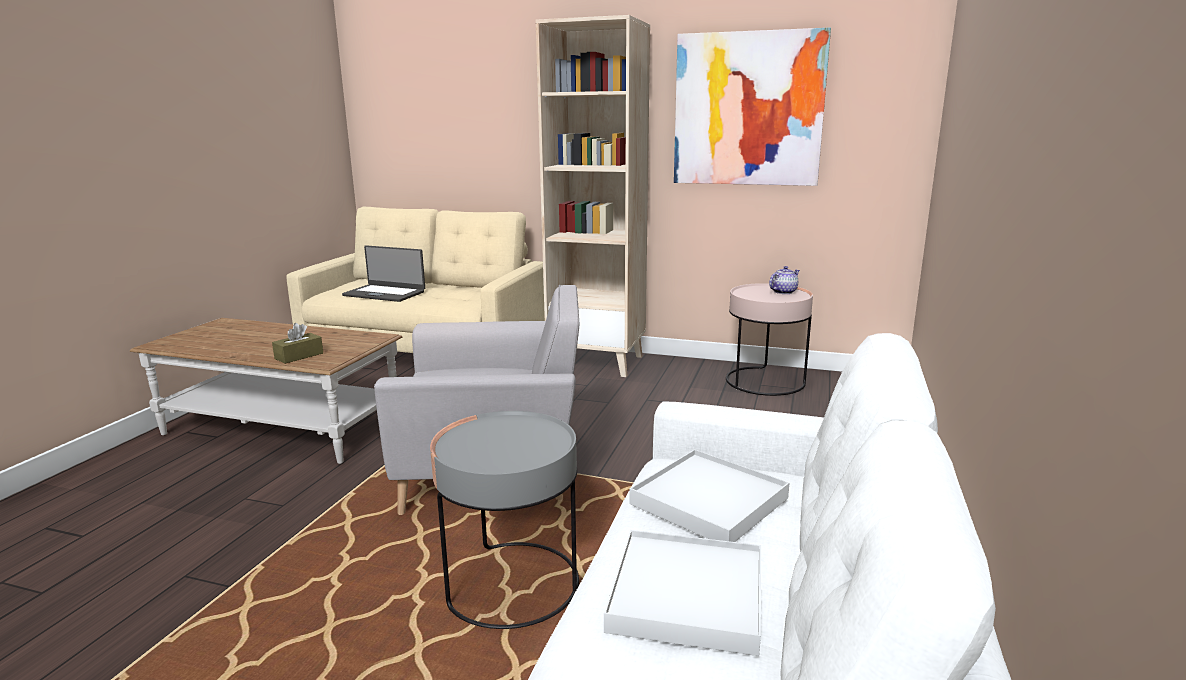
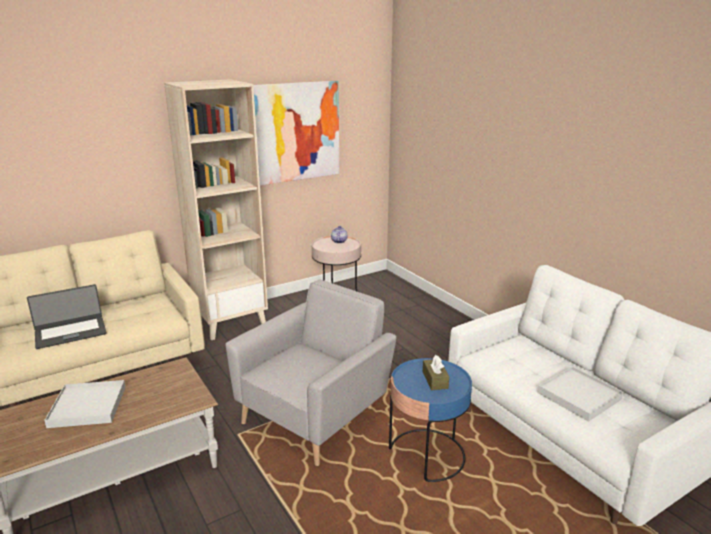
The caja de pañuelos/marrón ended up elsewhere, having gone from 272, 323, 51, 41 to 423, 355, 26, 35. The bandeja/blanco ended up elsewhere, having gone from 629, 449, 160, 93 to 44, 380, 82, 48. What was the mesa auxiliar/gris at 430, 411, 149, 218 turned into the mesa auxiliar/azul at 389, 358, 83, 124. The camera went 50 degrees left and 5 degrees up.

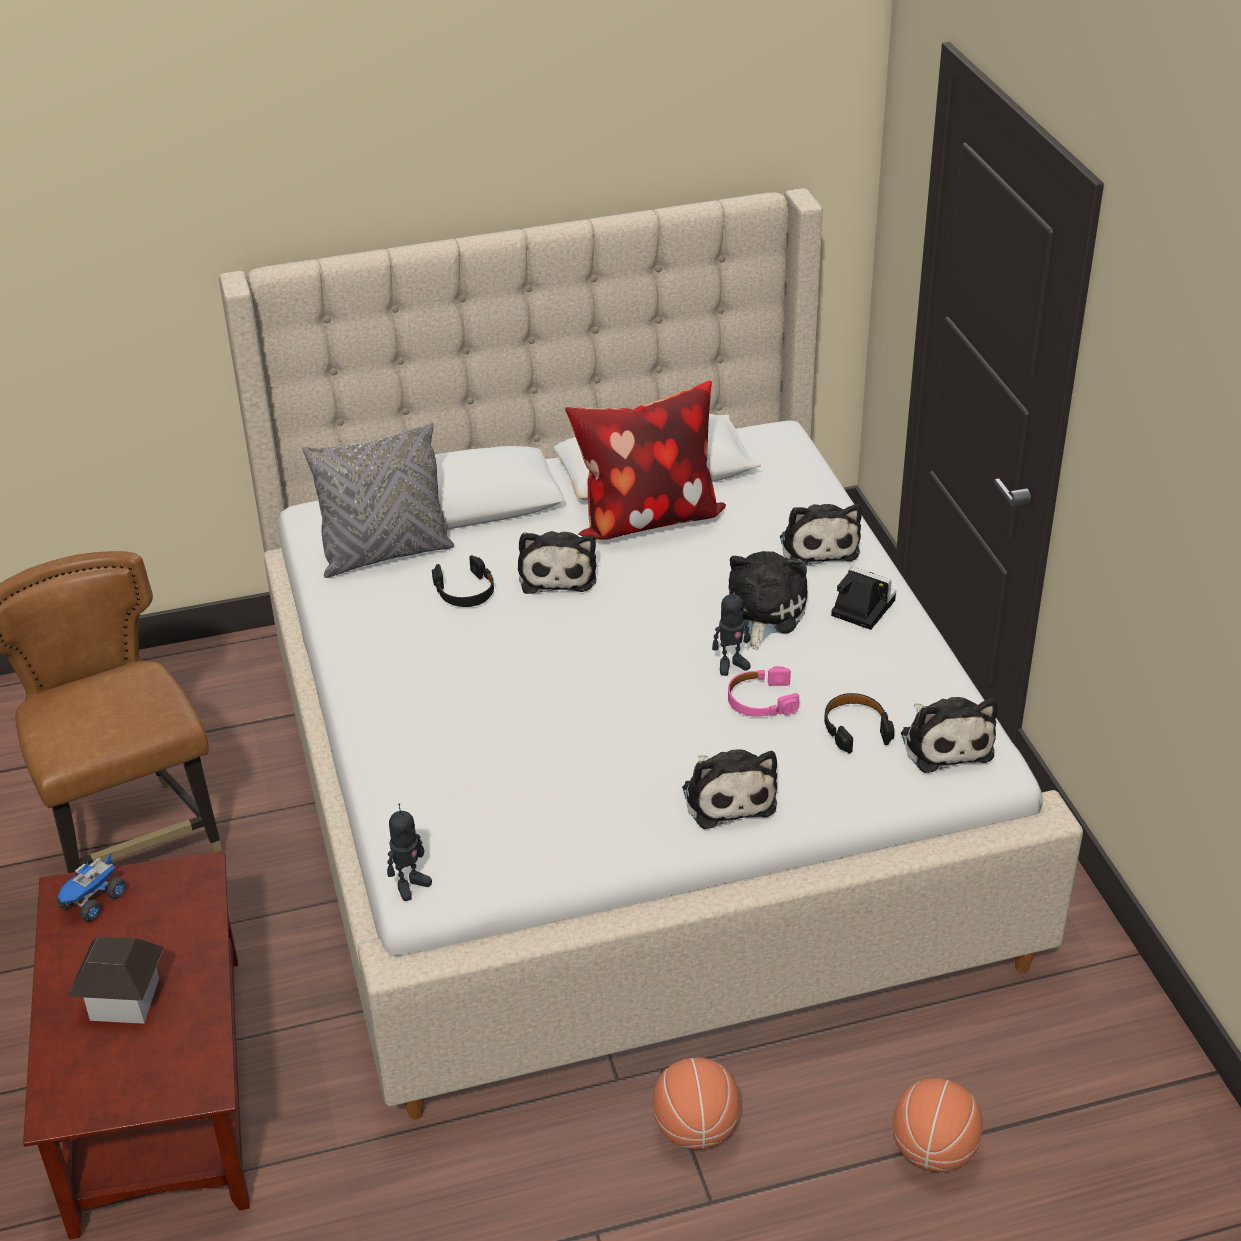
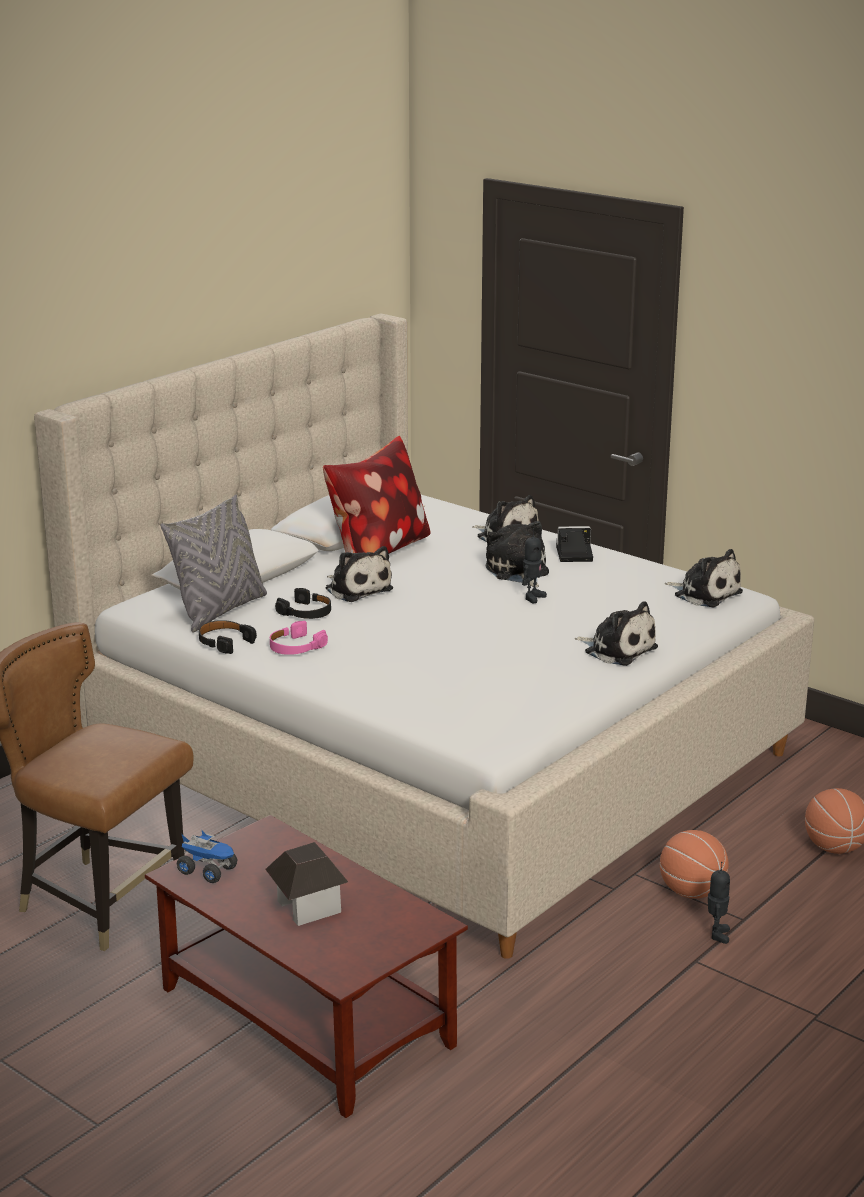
The robot de juguete ended up elsewhere, having gone from 387, 803, 45, 98 to 708, 862, 22, 82. The auriculares/rosa ended up elsewhere, having gone from 728, 666, 71, 51 to 270, 621, 58, 34. The auriculares/negro ended up elsewhere, having gone from 824, 693, 71, 60 to 199, 620, 58, 34. The camión de juguete at 57, 853, 69, 69 ended up facing another way, 60 degrees counterclockwise from before. The camera went 35 degrees left and 15 degrees down.

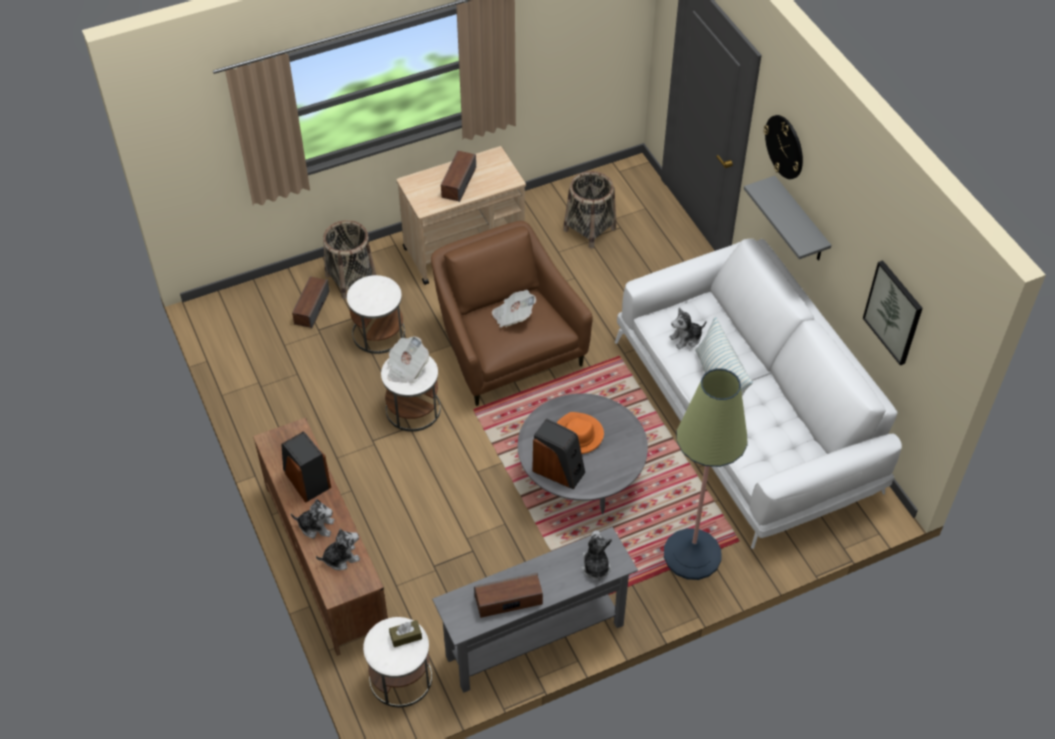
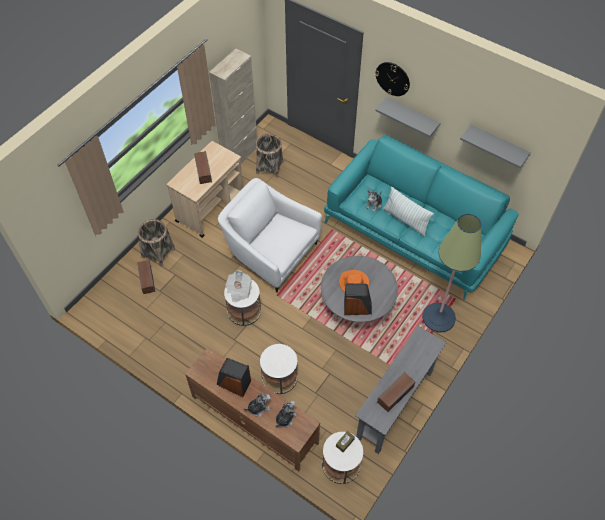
The second view lost the periódico at 492, 290, 44, 38. The second view lost the peluche at 581, 530, 31, 51. The second view gained the armario/beis at 209, 49, 48, 114. The mesa auxiliar/blanco ended up elsewhere, having gone from 347, 275, 58, 79 to 260, 344, 37, 50. Where the cuadro hung at 863, 260, 60, 105, the estante/gris came to hang at 460, 125, 71, 43. What was the sillón/marrón at 431, 221, 162, 185 turned into the sillón/blanco at 218, 178, 104, 114. What was the sofá/blanco at 615, 239, 287, 310 turned into the sofá/turquesa at 324, 135, 195, 165. The camera went 30 degrees left and 5 degrees up.

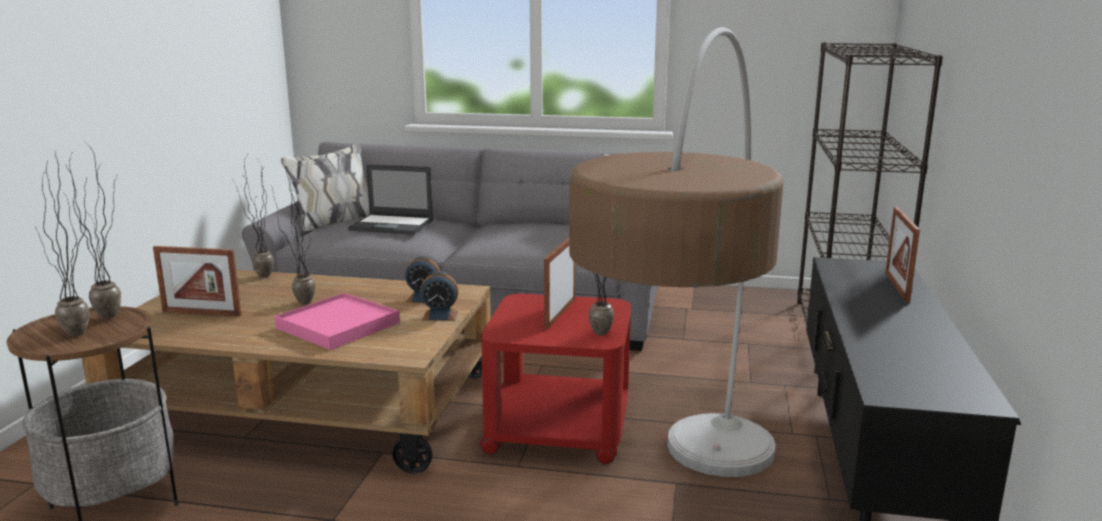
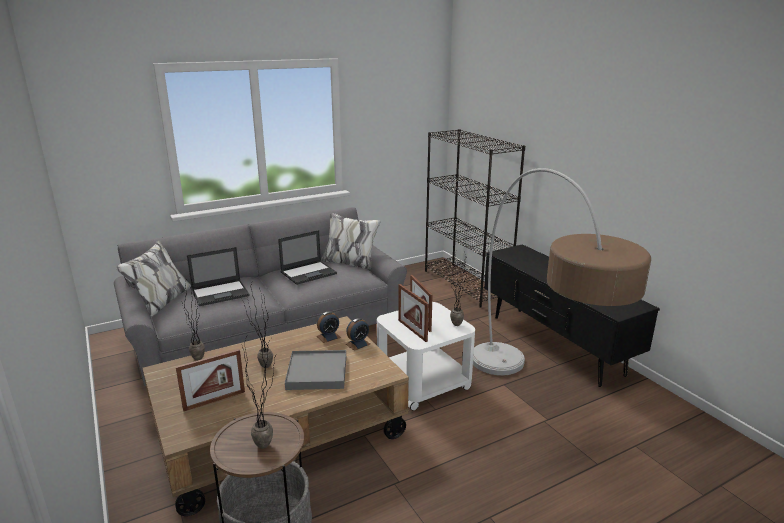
The second view lost the planta en maceta at 65, 140, 56, 179. The second view gained the portátil at 278, 230, 59, 55. The portarretratos ended up elsewhere, having gone from 885, 207, 35, 95 to 398, 284, 31, 58. What was the bandeja/rosa at 274, 293, 126, 57 turned into the bandeja/gris at 285, 350, 61, 40. What was the mesa auxiliar/rojo at 479, 294, 152, 170 turned into the mesa auxiliar/blanco at 377, 302, 98, 108. The camera went 40 degrees left and 5 degrees up.

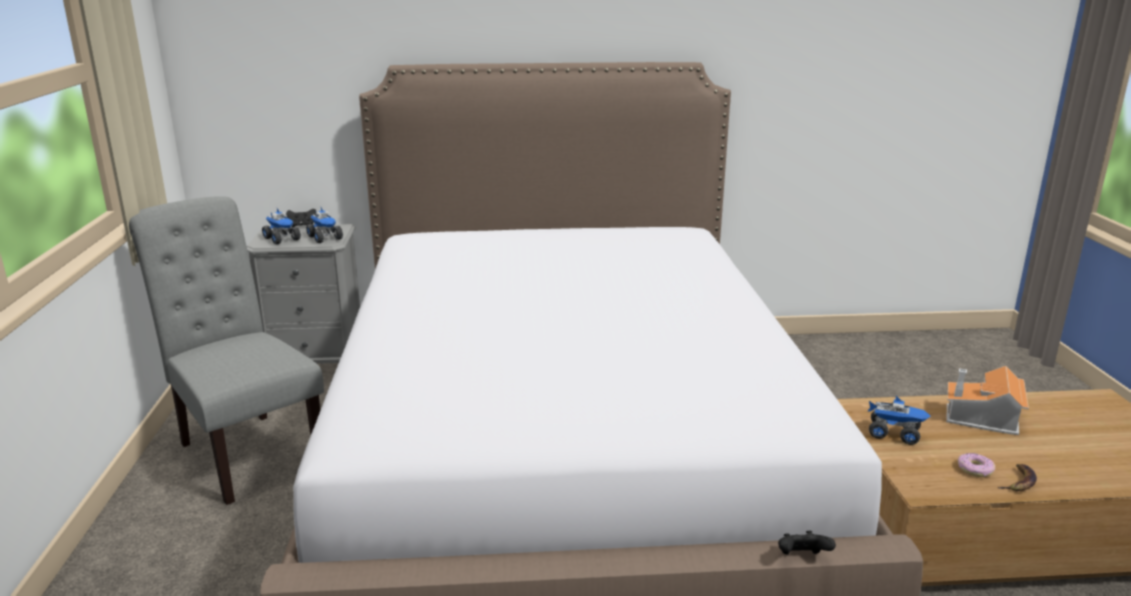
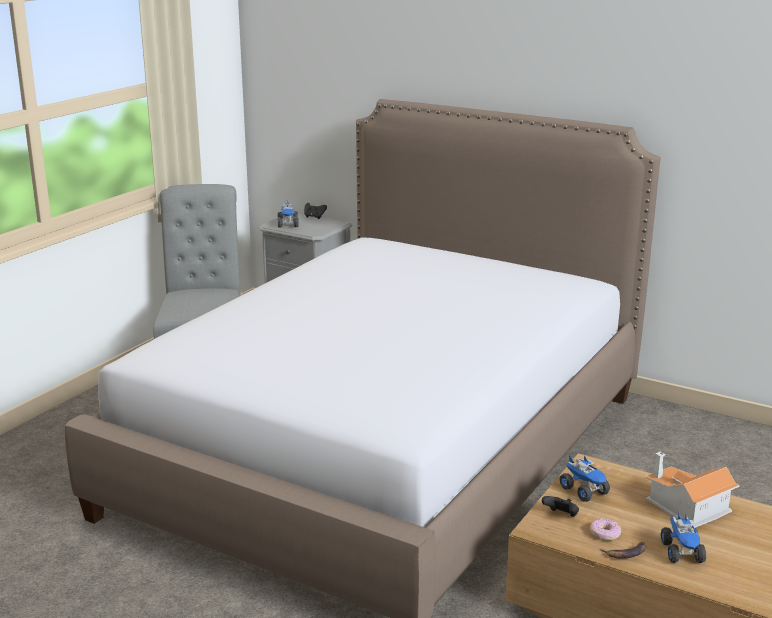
The camión de juguete ended up elsewhere, having gone from 306, 207, 37, 36 to 661, 512, 45, 51. The mando de consola/negro ended up elsewhere, having gone from 778, 531, 58, 24 to 542, 496, 37, 21. The camera went 35 degrees right and 0 degrees up.

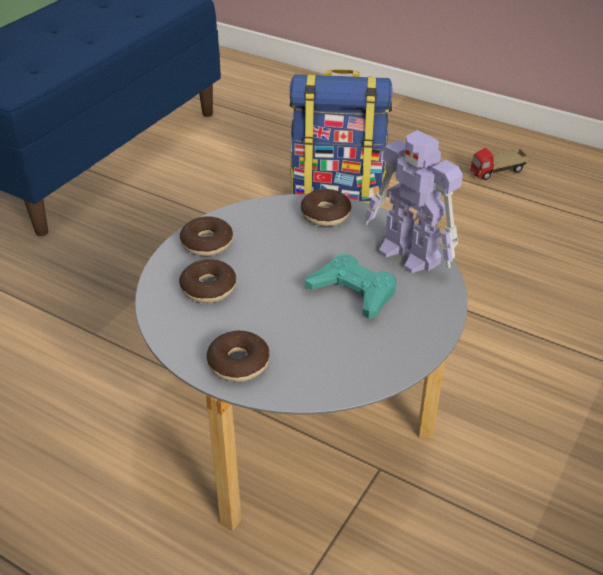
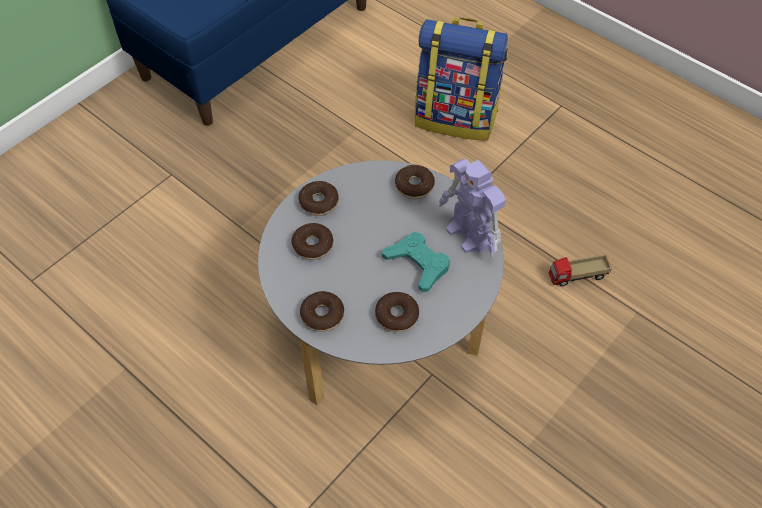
The second view gained the rosquilla at 375, 292, 44, 40. The camión de juguete ended up elsewhere, having gone from 470, 148, 59, 32 to 549, 254, 63, 32. The camera went 10 degrees right and 15 degrees up.

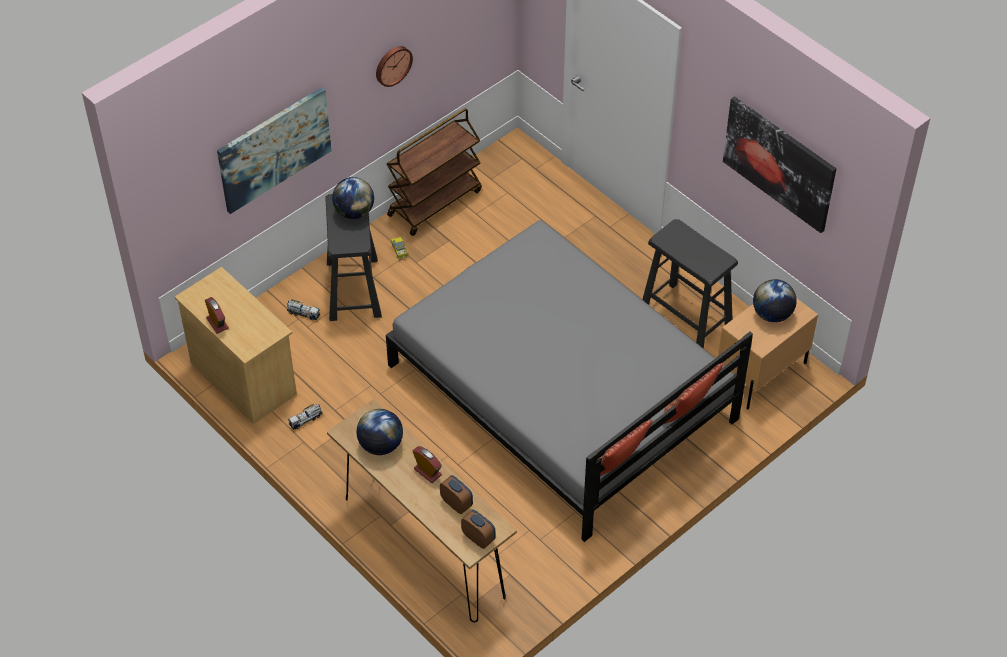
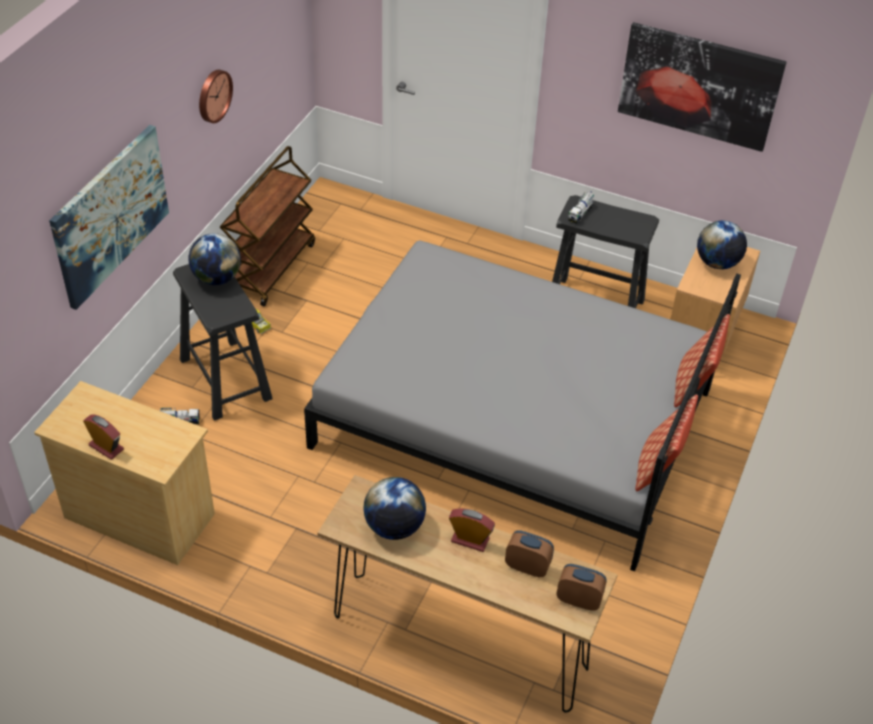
The camión de juguete ended up elsewhere, having gone from 288, 404, 35, 26 to 568, 191, 26, 33. The camera went 25 degrees left and 5 degrees down.

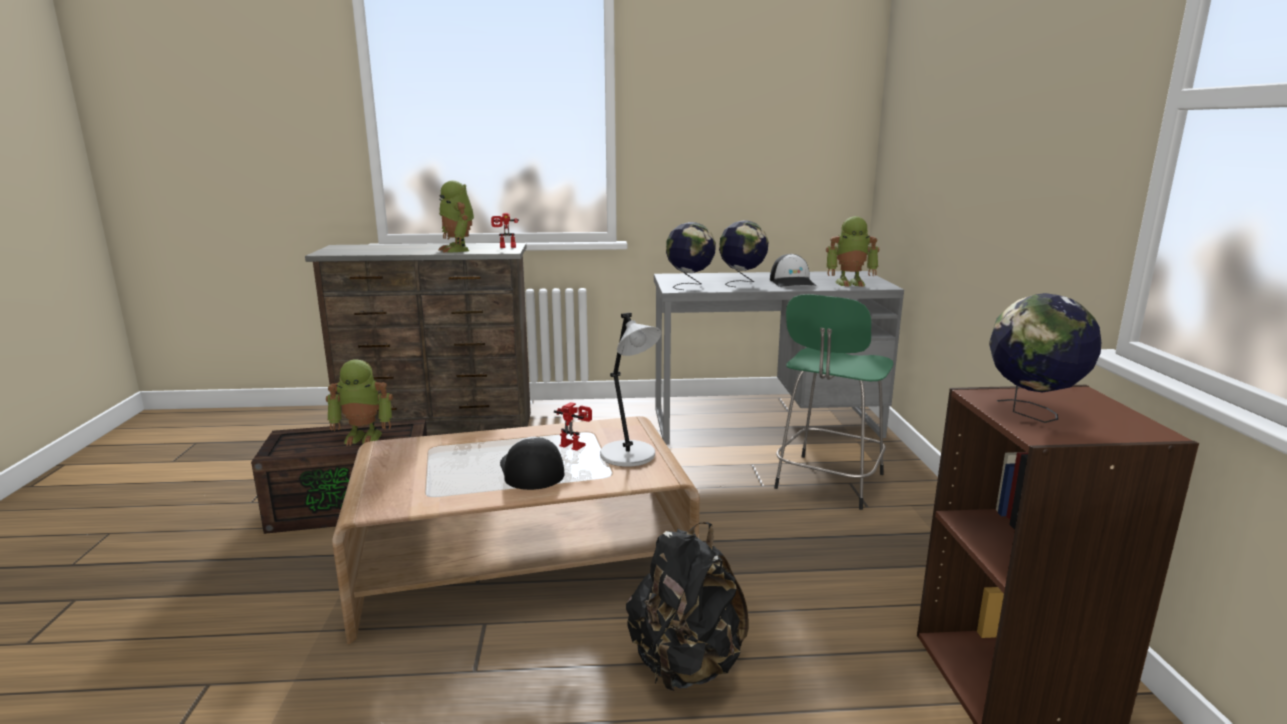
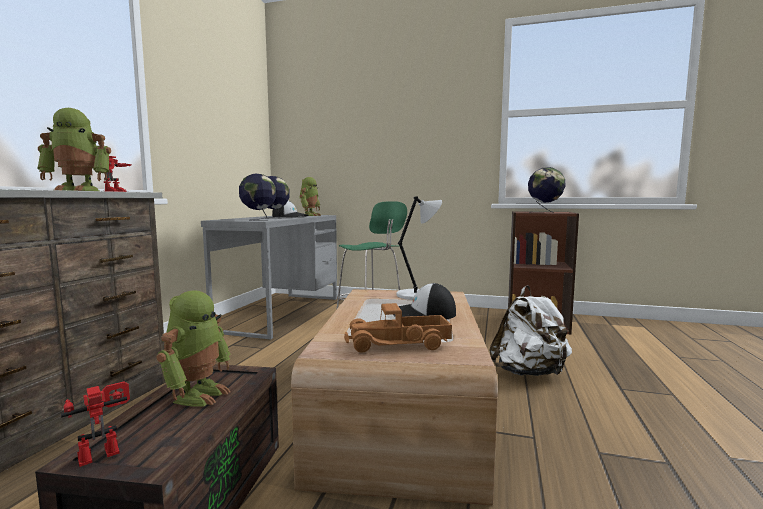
The second view gained the camión de juguete at 344, 303, 108, 50. The robot de juguete ended up elsewhere, having gone from 554, 402, 38, 49 to 61, 381, 69, 86. What was the mochila/negro at 626, 522, 123, 170 turned into the mochila/blanco at 489, 286, 83, 90. The camera went 70 degrees left and 10 degrees down.

